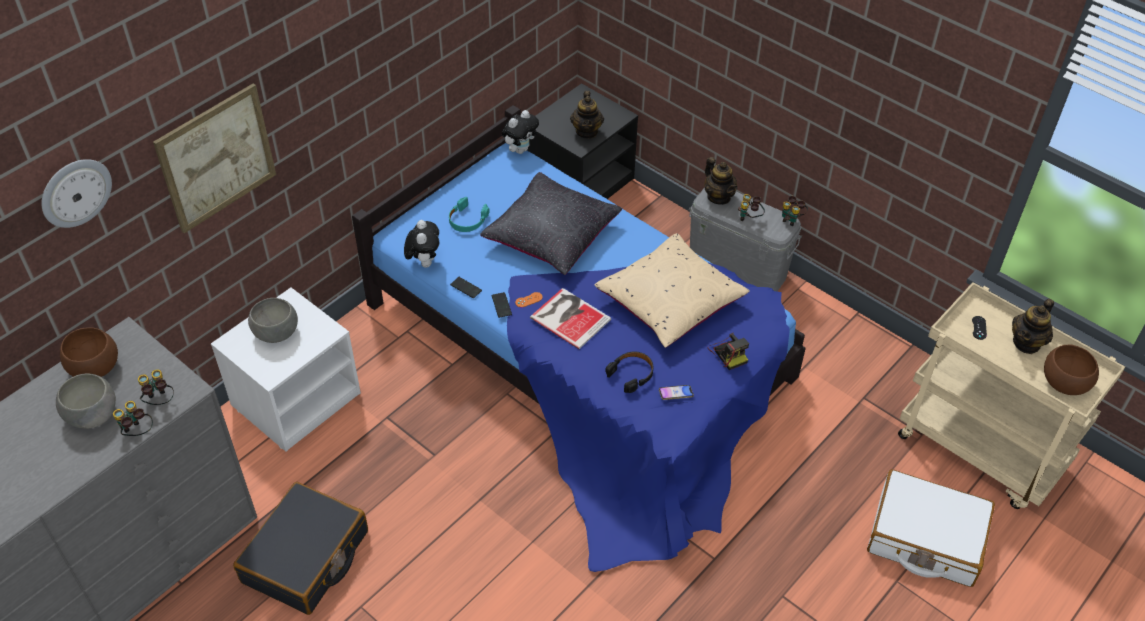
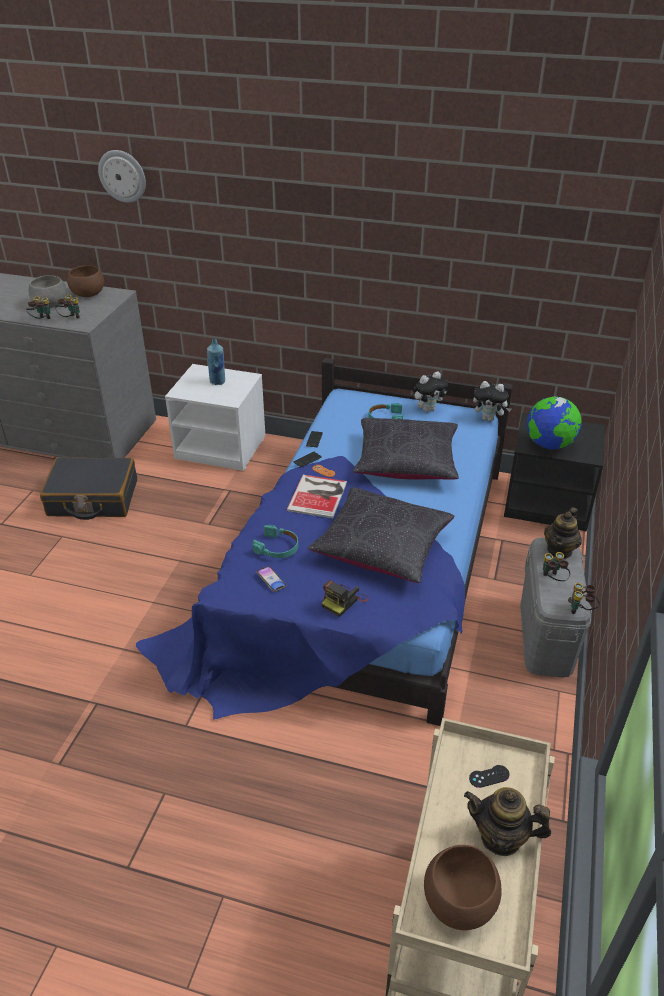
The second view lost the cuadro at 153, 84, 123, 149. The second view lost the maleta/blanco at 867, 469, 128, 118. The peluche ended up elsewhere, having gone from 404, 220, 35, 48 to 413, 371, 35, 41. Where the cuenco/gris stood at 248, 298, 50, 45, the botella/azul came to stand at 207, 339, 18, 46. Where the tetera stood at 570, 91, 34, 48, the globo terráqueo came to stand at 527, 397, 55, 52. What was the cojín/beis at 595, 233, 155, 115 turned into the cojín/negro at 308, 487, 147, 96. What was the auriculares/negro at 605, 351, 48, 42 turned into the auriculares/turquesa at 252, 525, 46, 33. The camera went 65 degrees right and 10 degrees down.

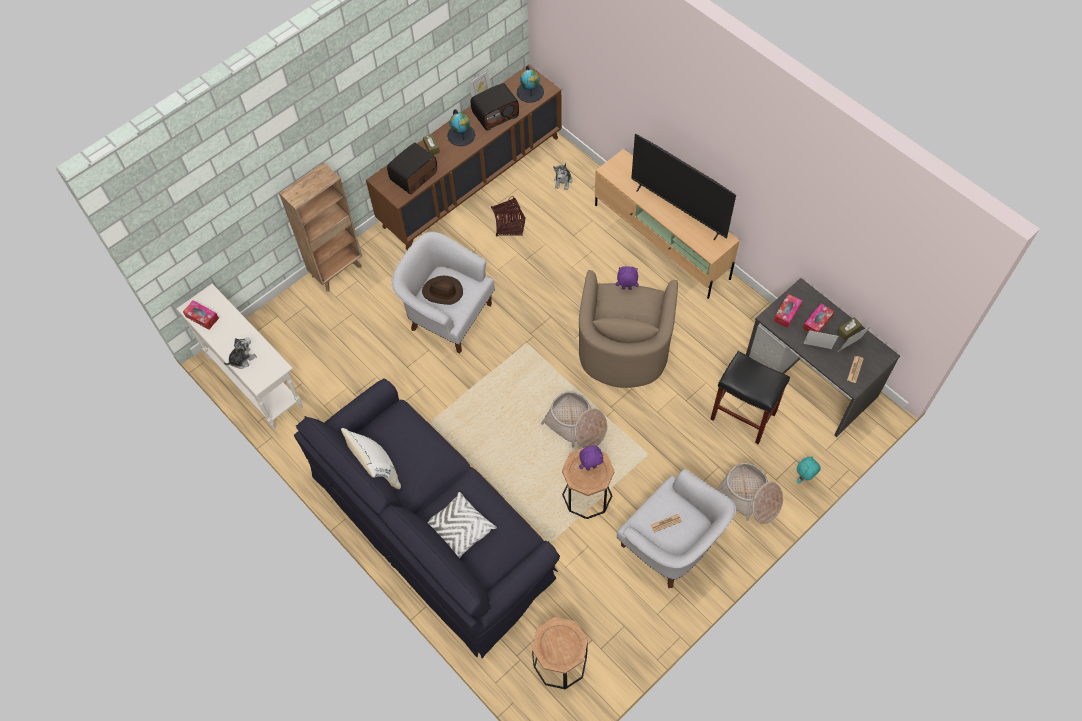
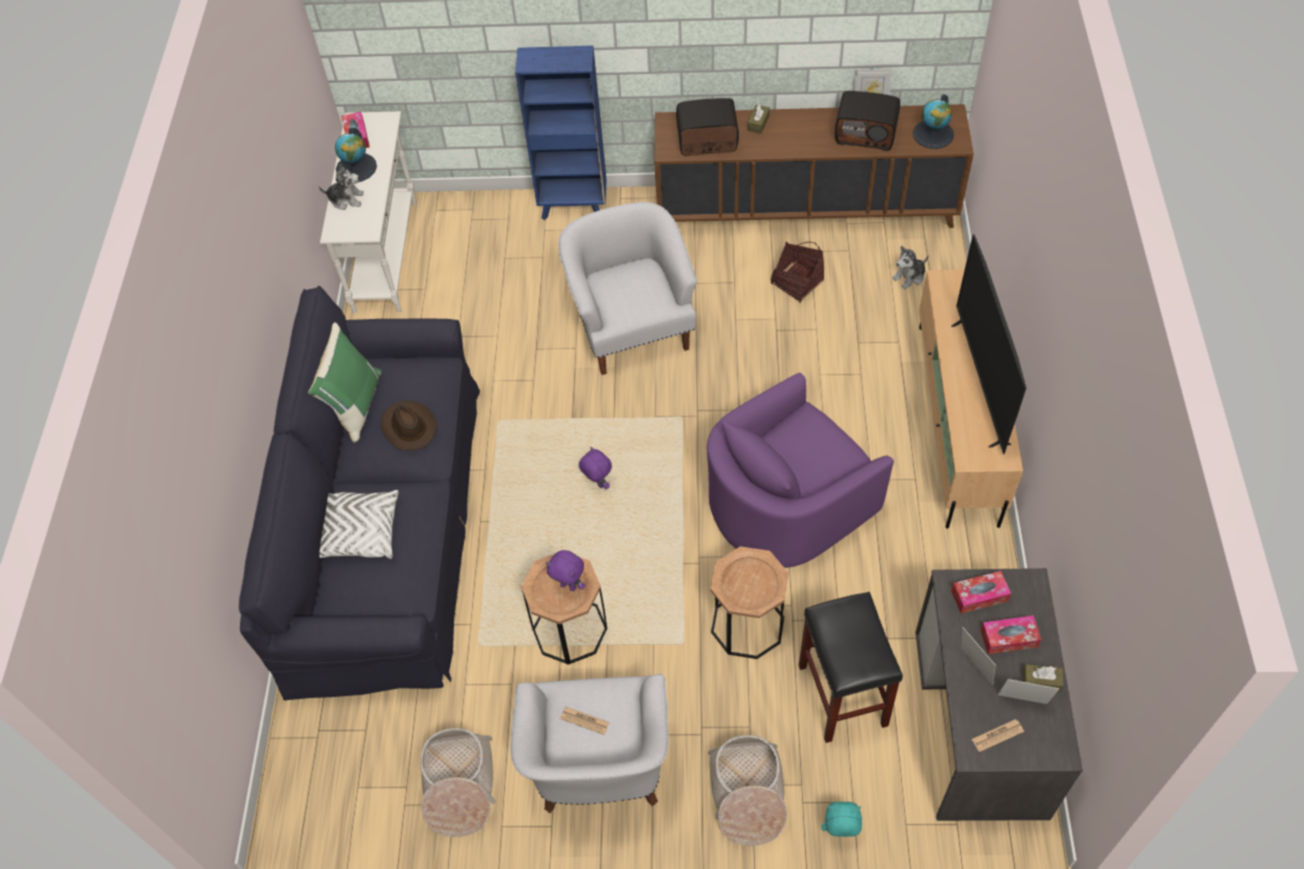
The sombrero/marrón ended up elsewhere, having gone from 422, 276, 41, 29 to 381, 401, 56, 50. The globo terráqueo ended up elsewhere, having gone from 447, 109, 28, 37 to 335, 127, 42, 55. The mesa auxiliar/marrón ended up elsewhere, having gone from 532, 617, 56, 73 to 711, 546, 77, 113. The cesta ended up elsewhere, having gone from 541, 391, 66, 57 to 420, 728, 75, 109. The peluche/morado ended up elsewhere, having gone from 616, 266, 23, 24 to 579, 447, 33, 42. What was the estantería/marrón at 279, 162, 83, 130 turned into the estantería/azul at 515, 46, 91, 174. What was the cojín/blanco at 341, 428, 60, 61 turned into the cojín/verde at 308, 322, 74, 121. What was the sillón/beis at 579, 270, 99, 118 turned into the sillón/morado at 707, 373, 187, 195. The camera went 45 degrees right and 5 degrees down.

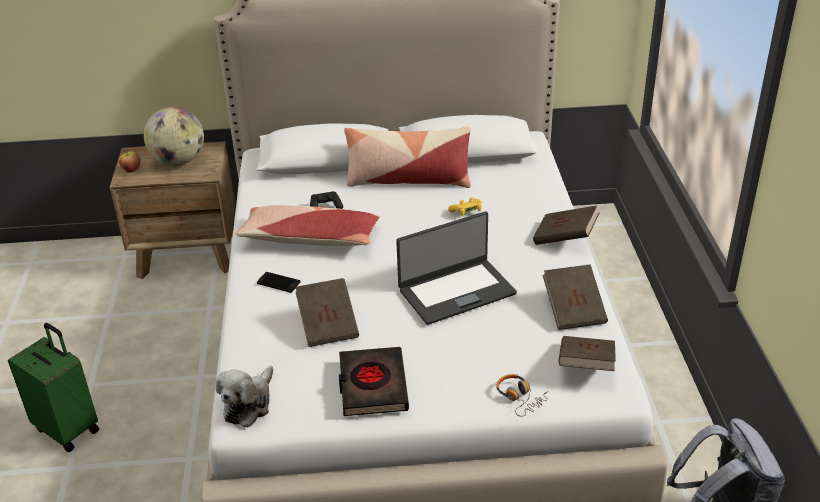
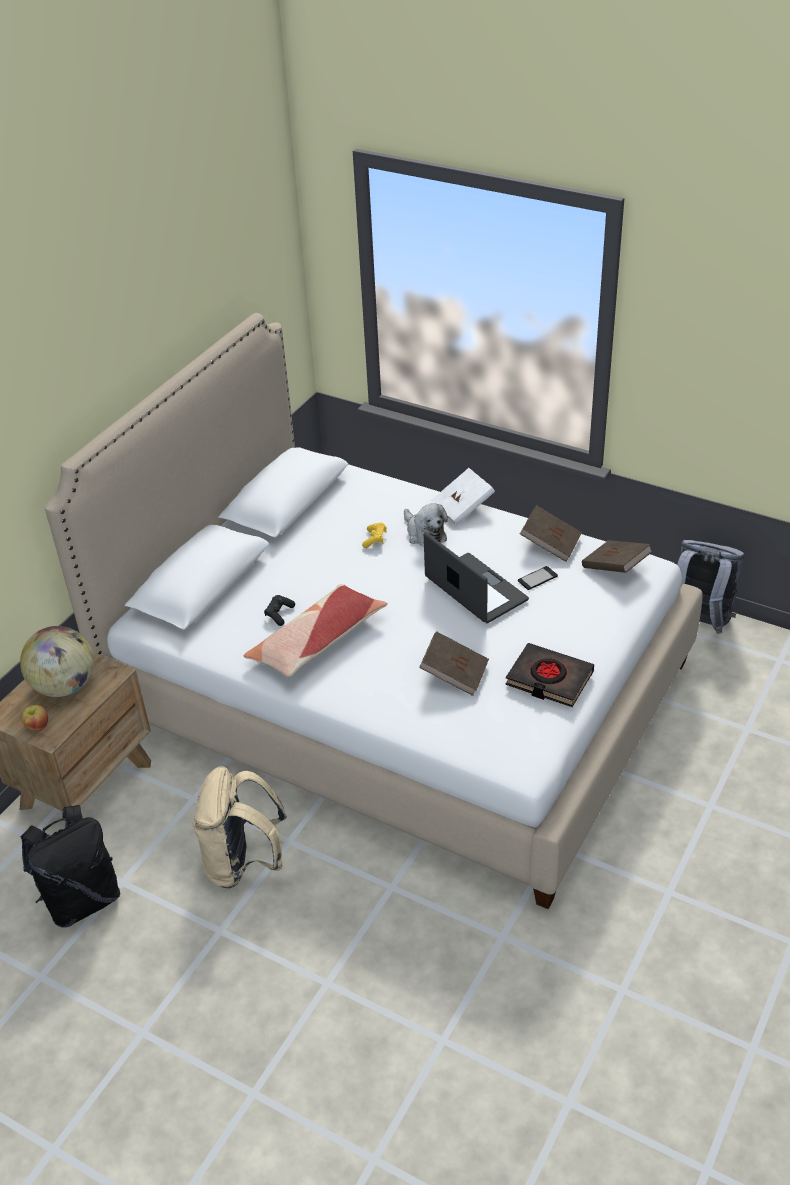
The second view lost the maleta/verde at 8, 323, 91, 129. The second view lost the cojín at 344, 126, 127, 62. The second view lost the auriculares at 496, 374, 52, 43. The second view gained the mochila/negro at 21, 805, 99, 123. The second view gained the mochila/beis at 192, 766, 95, 122. The peluche ended up elsewhere, having gone from 216, 366, 57, 61 to 404, 503, 44, 44. The móvil ended up elsewhere, having gone from 257, 272, 43, 21 to 518, 566, 40, 24. What was the libro/marrón at 533, 205, 67, 40 turned into the libro/blanco at 431, 468, 64, 57. The portátil at 396, 211, 121, 114 ended up facing another way, 45 degrees counterclockwise from before. The camera went 55 degrees left and 5 degrees up.

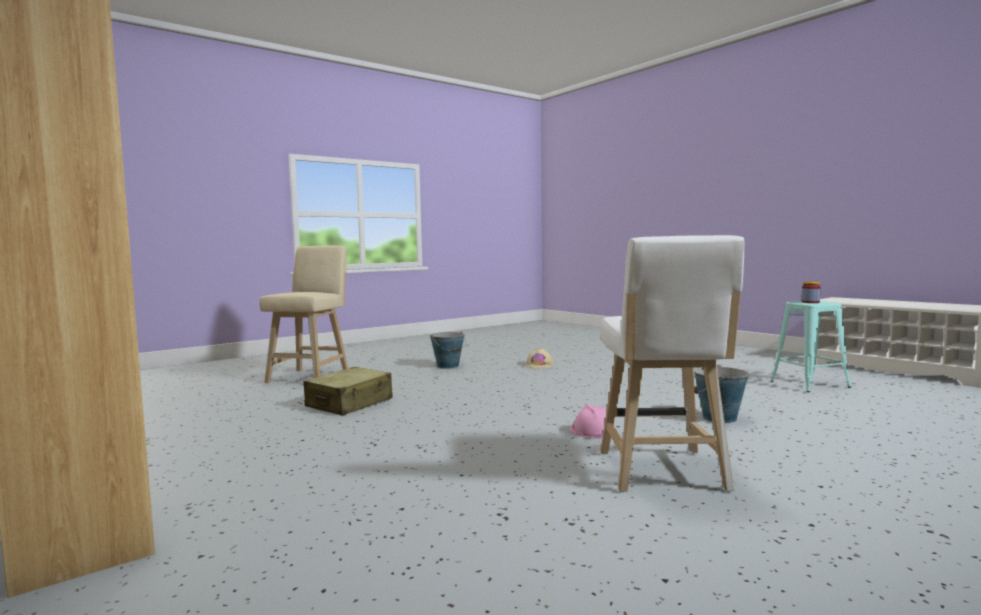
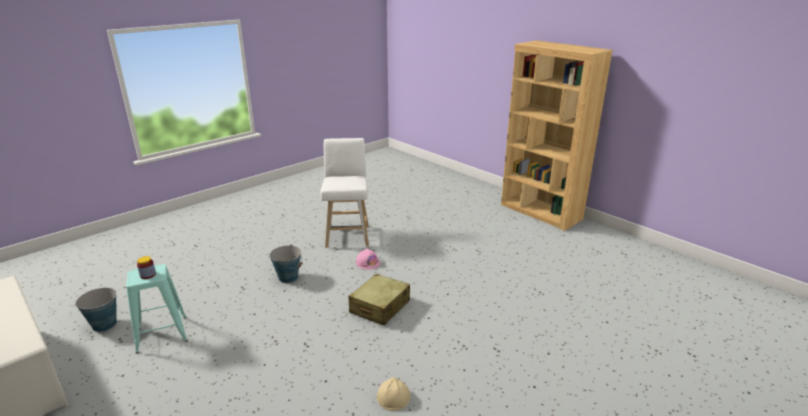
The second view lost the taburete/beis at 260, 246, 88, 137. The maleta/beis ended up elsewhere, having gone from 303, 367, 90, 49 to 348, 274, 62, 51. The cubo ended up elsewhere, having gone from 430, 331, 36, 38 to 75, 288, 42, 44. The camera went 175 degrees right and 20 degrees up.

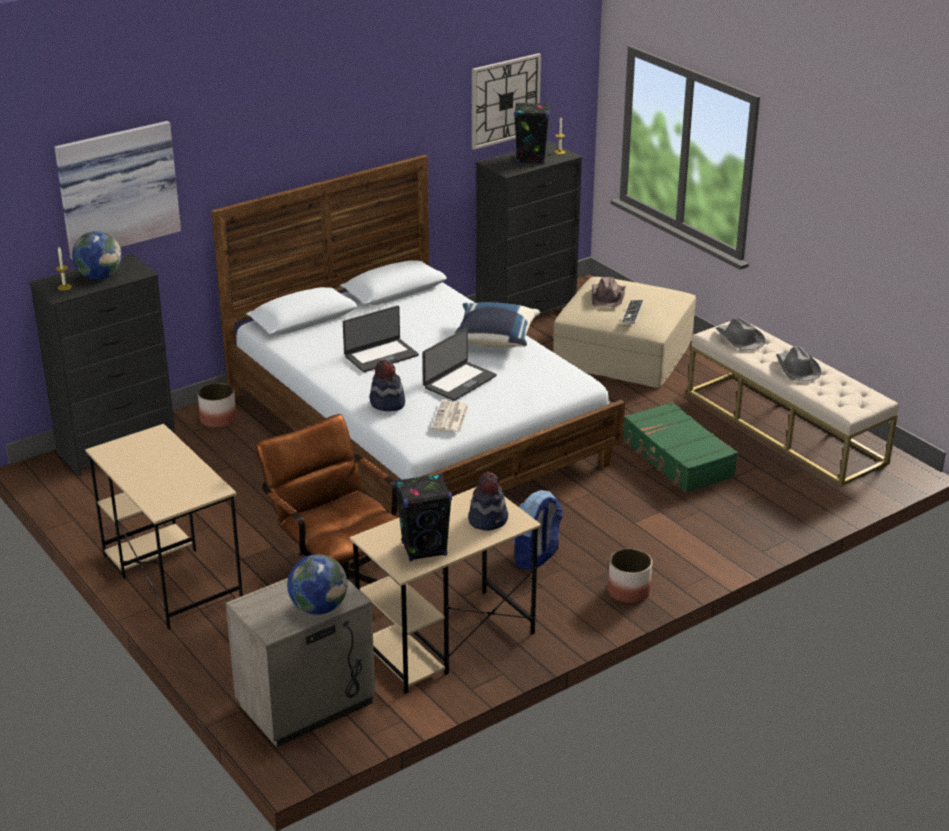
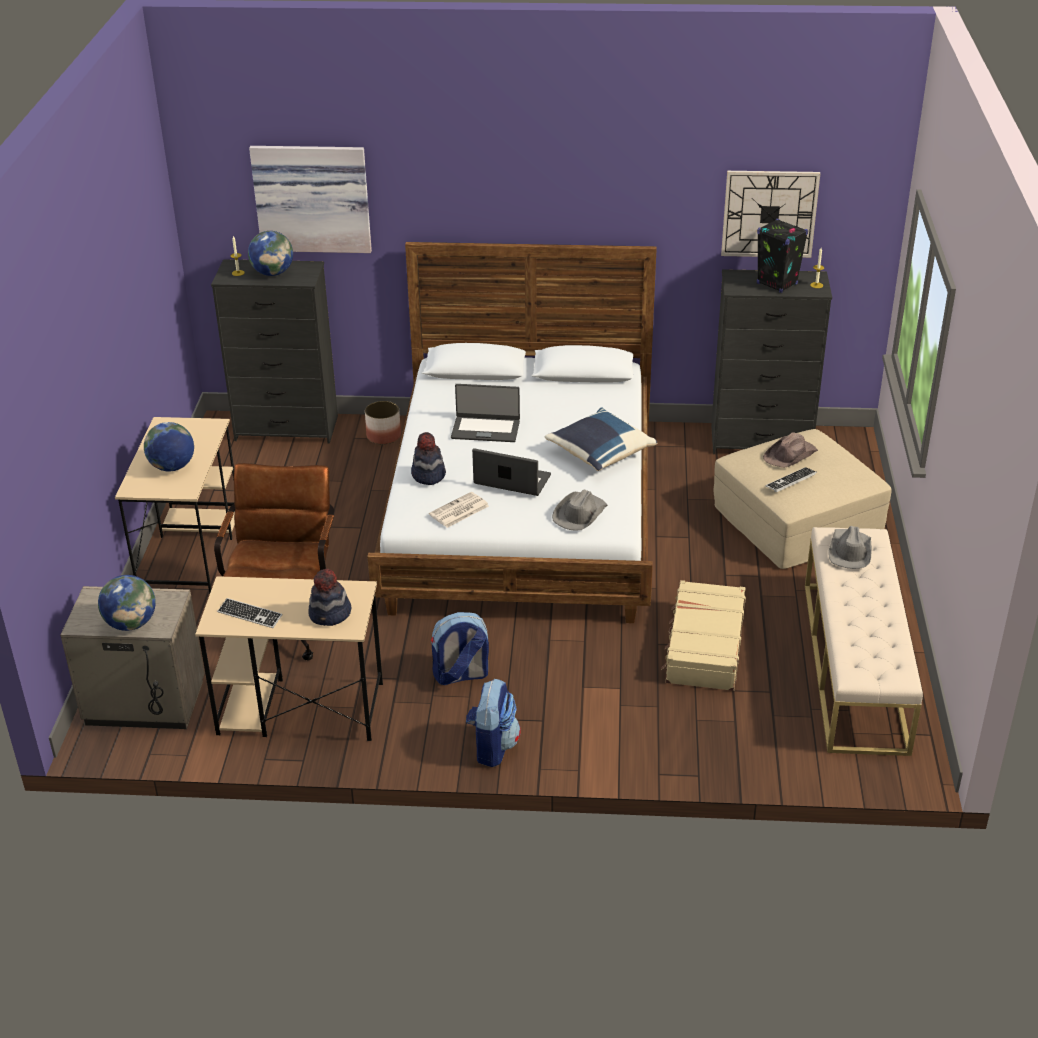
The second view gained the globo terráqueo at 144, 422, 50, 49. The sombrero/gris ended up elsewhere, having gone from 776, 346, 46, 35 to 552, 490, 56, 41. Where the altavoz/negro stood at 395, 473, 57, 88, the teclado came to stand at 217, 598, 66, 30. Where the maceta stood at 608, 548, 44, 55, the mochila came to stand at 466, 678, 55, 89. What was the maleta/verde at 623, 402, 115, 91 turned into the maleta/beis at 661, 580, 85, 111. The portátil at 423, 328, 74, 73 ended up facing another way, 150 degrees counterclockwise from before. The camera went 40 degrees right and 5 degrees up.

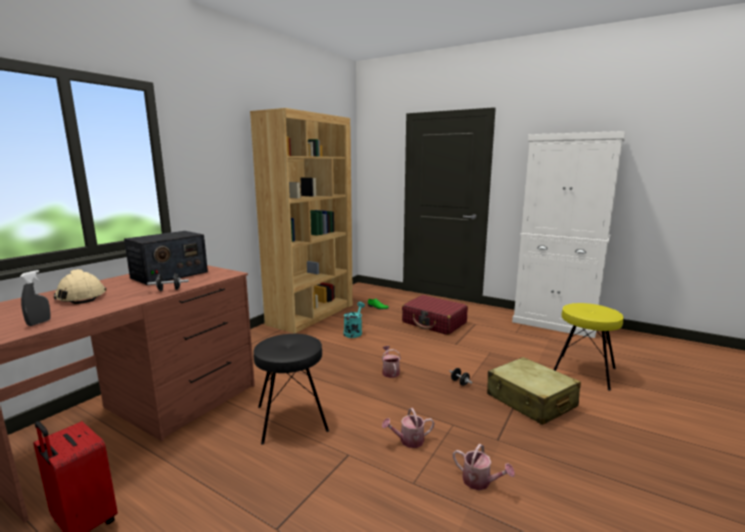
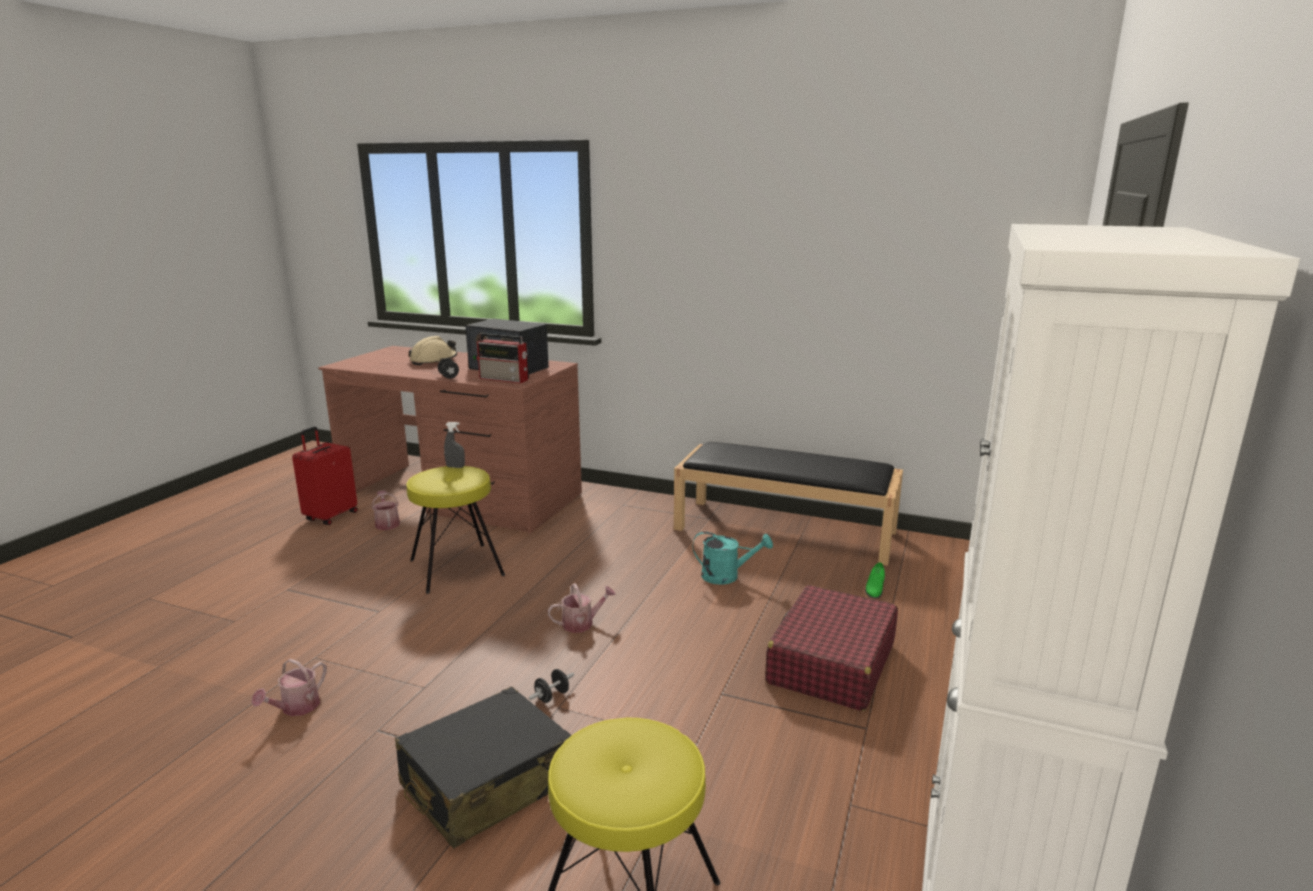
The second view gained the radio at 477, 333, 52, 50. The pulverizador/gris ended up elsewhere, having gone from 20, 270, 31, 56 to 444, 422, 21, 46. The regadera ended up elsewhere, having gone from 382, 408, 52, 40 to 372, 490, 28, 40. Where the estantería/marrón stood at 250, 108, 103, 226, the banco/negro came to stand at 674, 442, 229, 124. What was the taburete/negro at 254, 334, 75, 111 turned into the taburete/amarillo at 406, 466, 99, 128. What was the maleta/beis at 487, 357, 94, 68 turned into the maleta/negro at 395, 687, 177, 161. The camera went 80 degrees right and 5 degrees up.

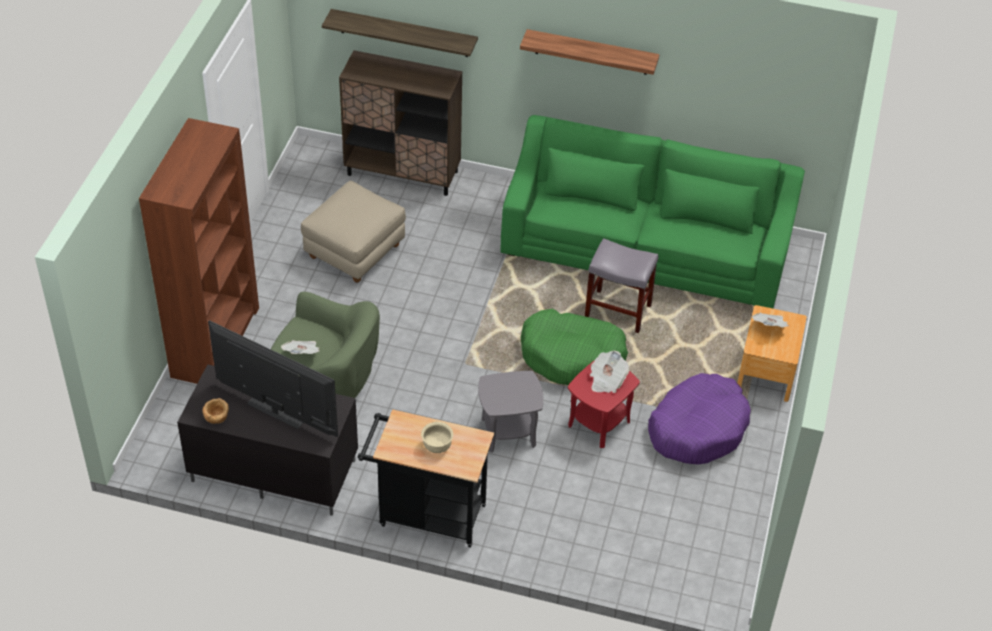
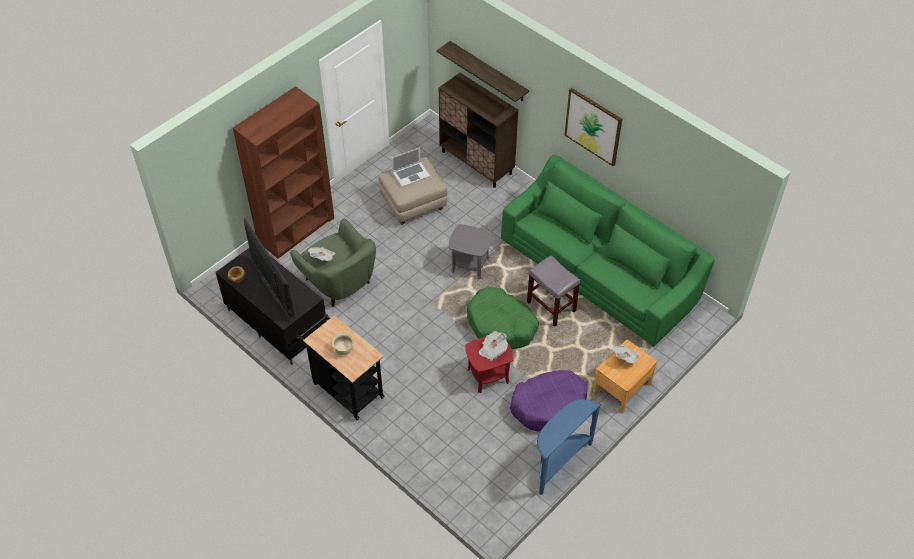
The second view gained the portátil at 391, 147, 39, 40. The second view gained the mesa consola/azul at 537, 399, 64, 96. The mesa auxiliar/gris ended up elsewhere, having gone from 478, 371, 66, 82 to 449, 224, 43, 55. Where the estante hung at 520, 29, 139, 46, the cuadro came to hang at 564, 88, 58, 78. The camera went 30 degrees right and 5 degrees up.

